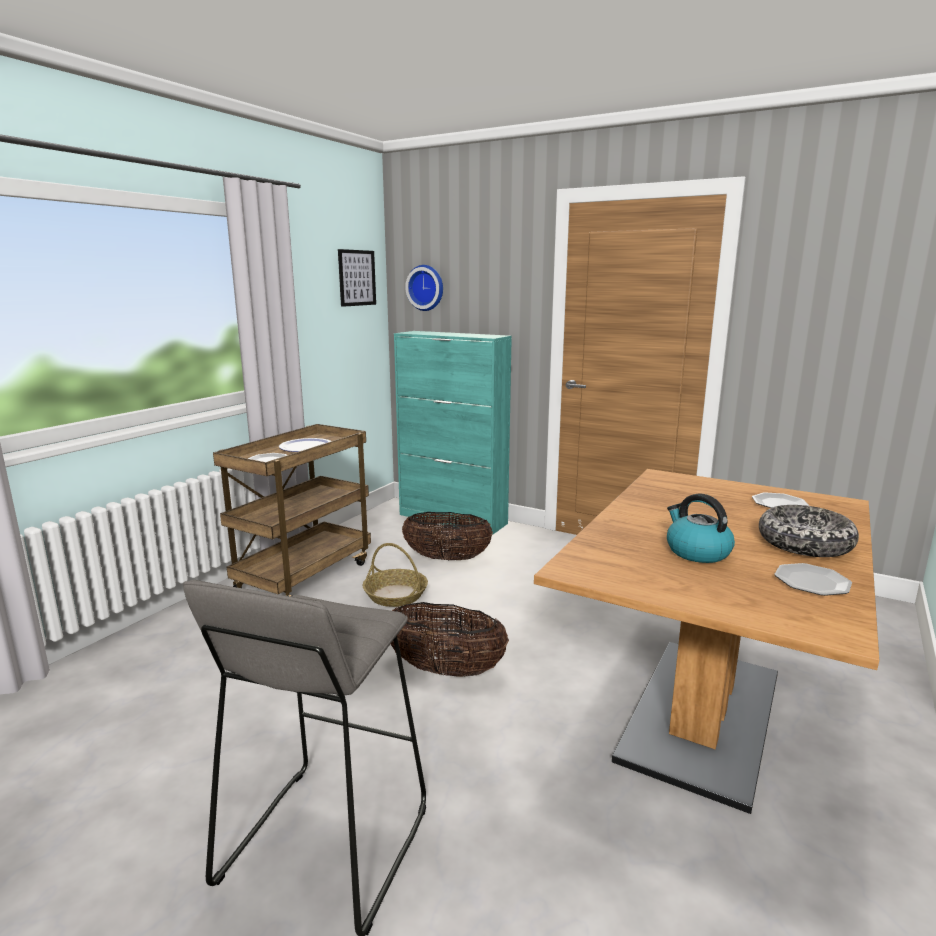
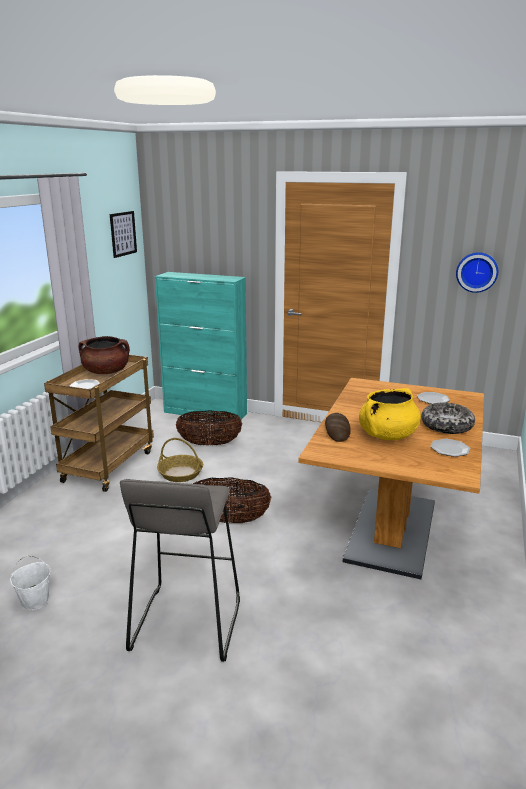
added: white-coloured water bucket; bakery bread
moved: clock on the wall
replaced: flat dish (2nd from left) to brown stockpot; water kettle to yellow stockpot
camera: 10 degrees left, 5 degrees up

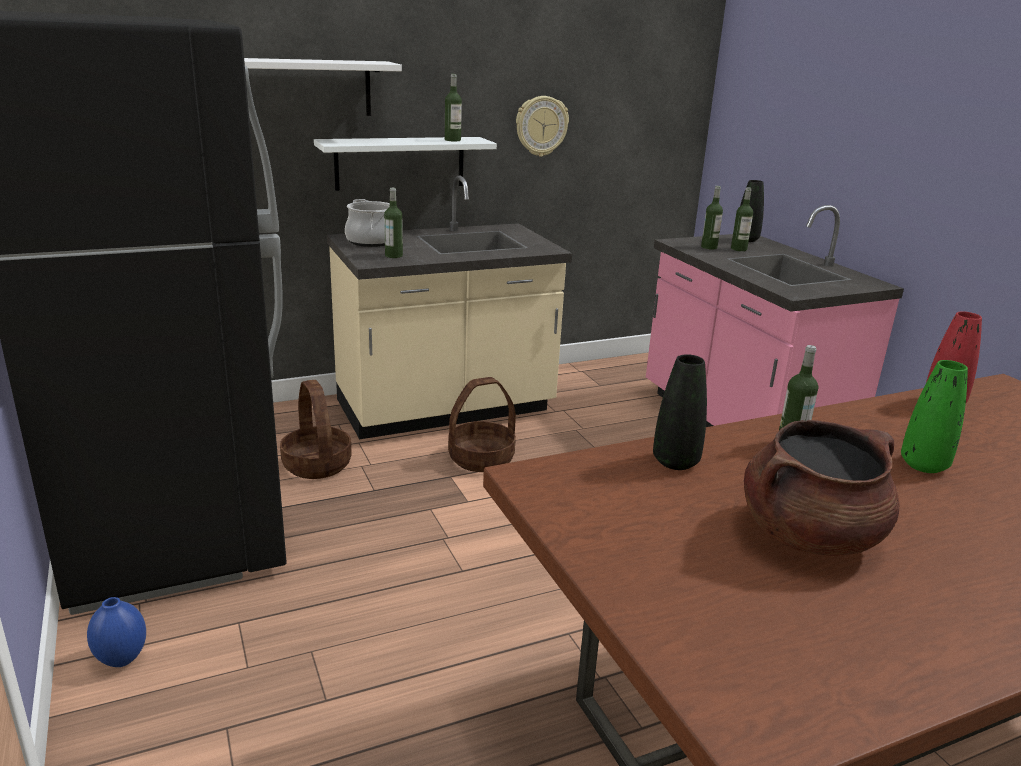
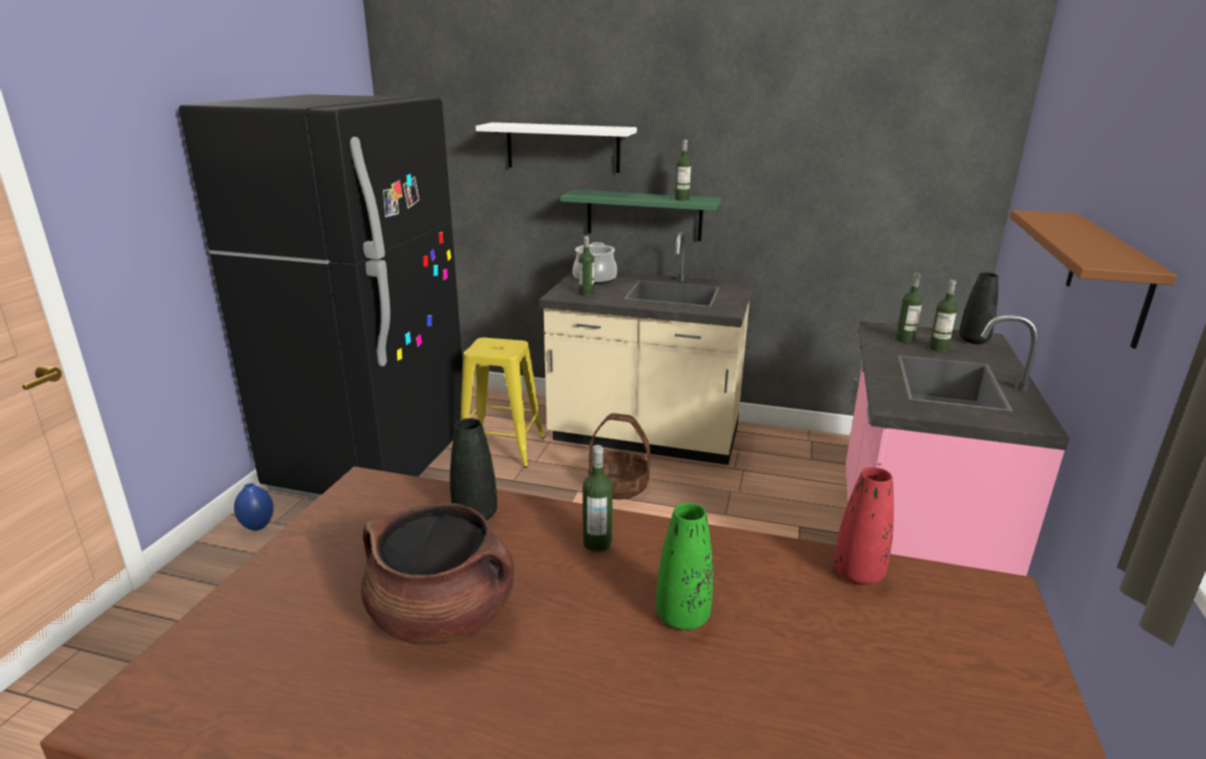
removed: clock on the wall
added: brown shelf
replaced: basket (1st from left) to yellow sitting stool
recoloured: white-coloured shelf (2nd from left) to green shelf
camera: 40 degrees right, 0 degrees up

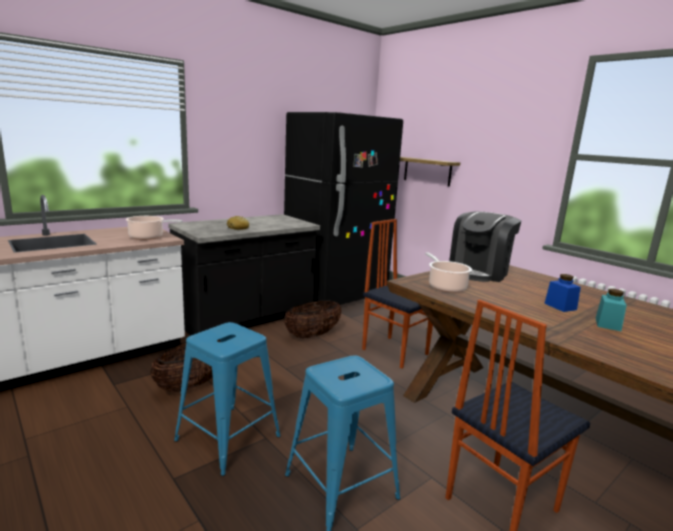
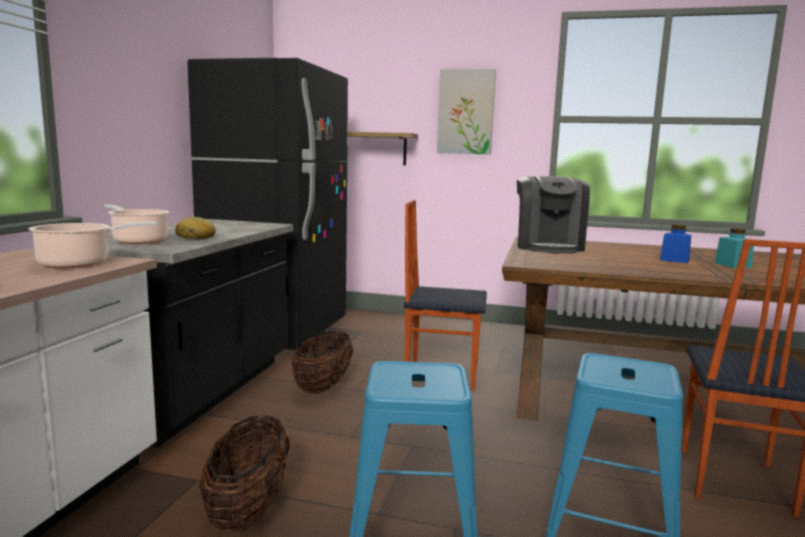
added: wall picture
moved: stockpot (2nd from left)
camera: 35 degrees left, 5 degrees down

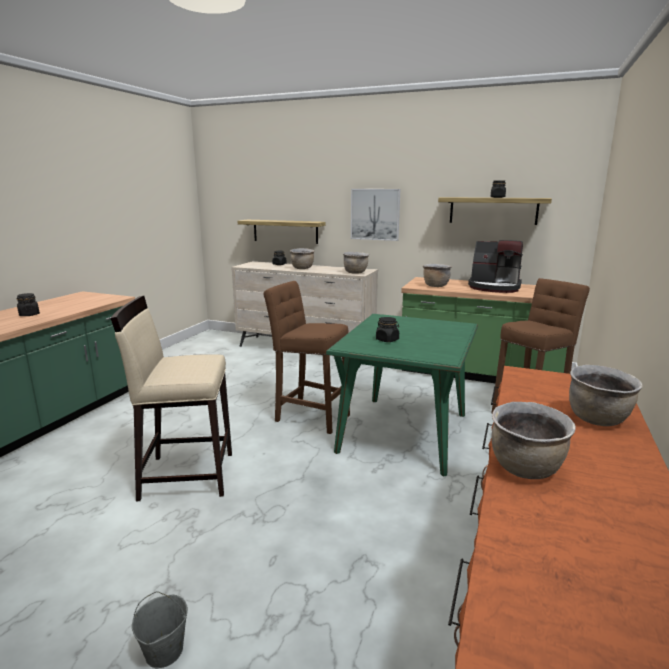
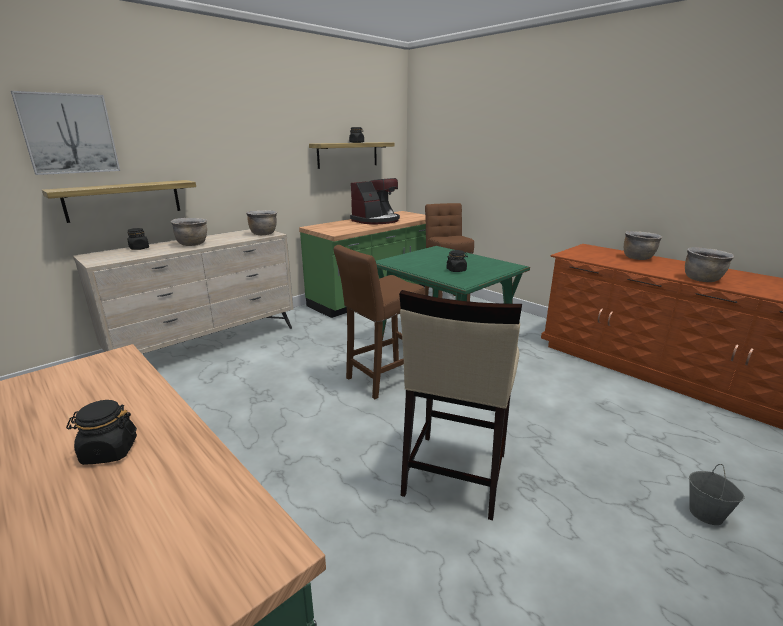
removed: brown stockpot (3rd from left)
moved: wall picture
camera: 65 degrees left, 5 degrees up

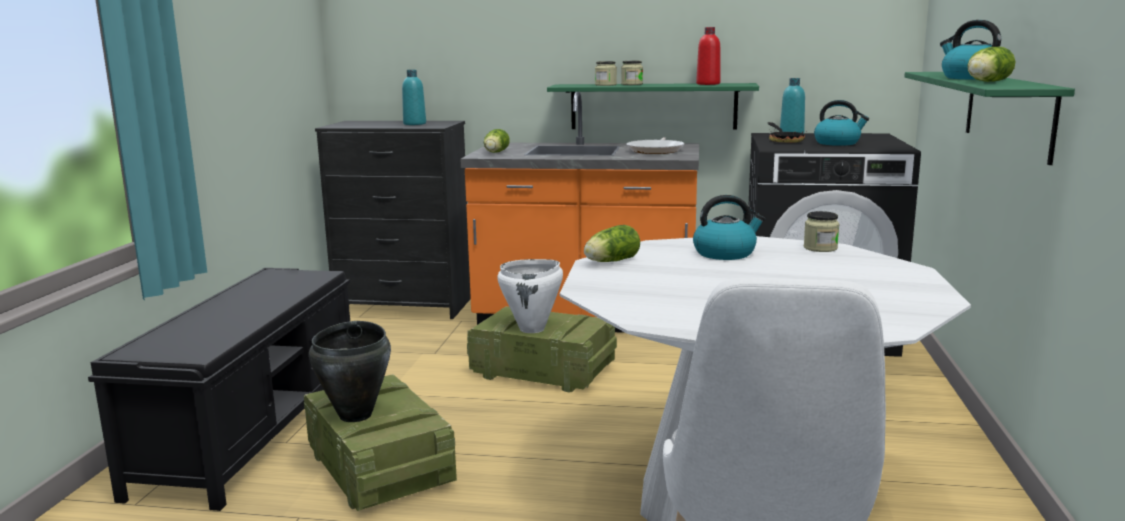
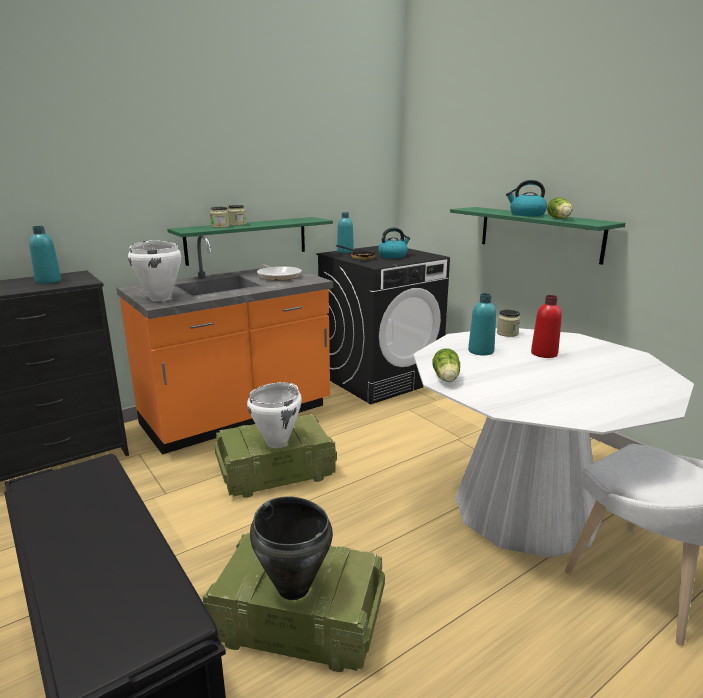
moved: reddish bottle
replaced: lettuce head (1st from left) to white-coloured stockpot (1st from left); water kettle (1st from left) to blue-green bottle (3rd from left)
camera: 45 degrees left, 5 degrees up

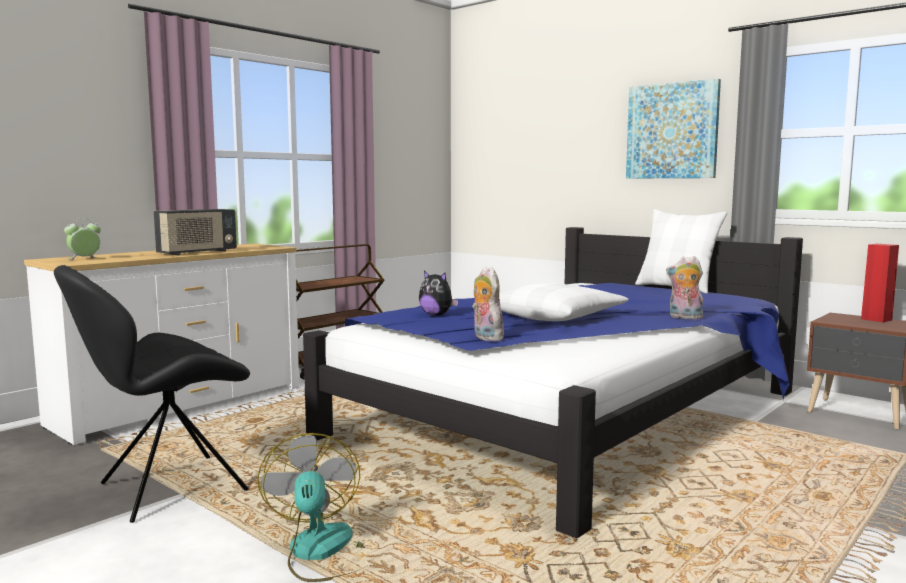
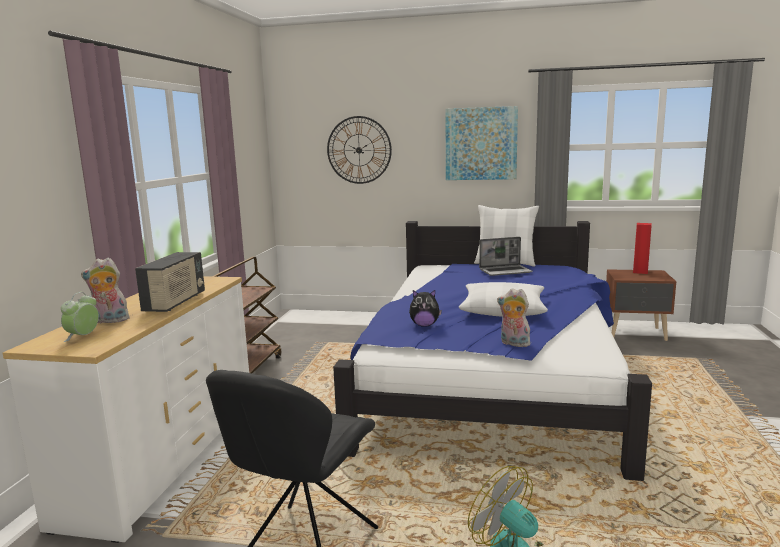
added: clock on the wall; notebook computer
moved: soft toy (3rd from left in the first image) to soft toy (1st from left)
camera: 30 degrees left, 5 degrees up

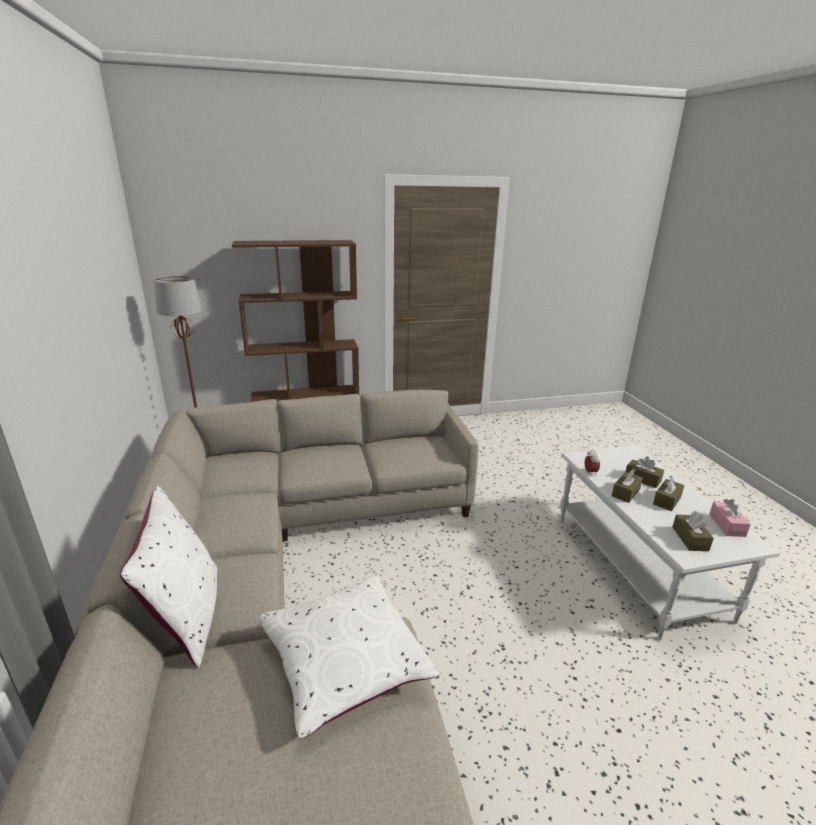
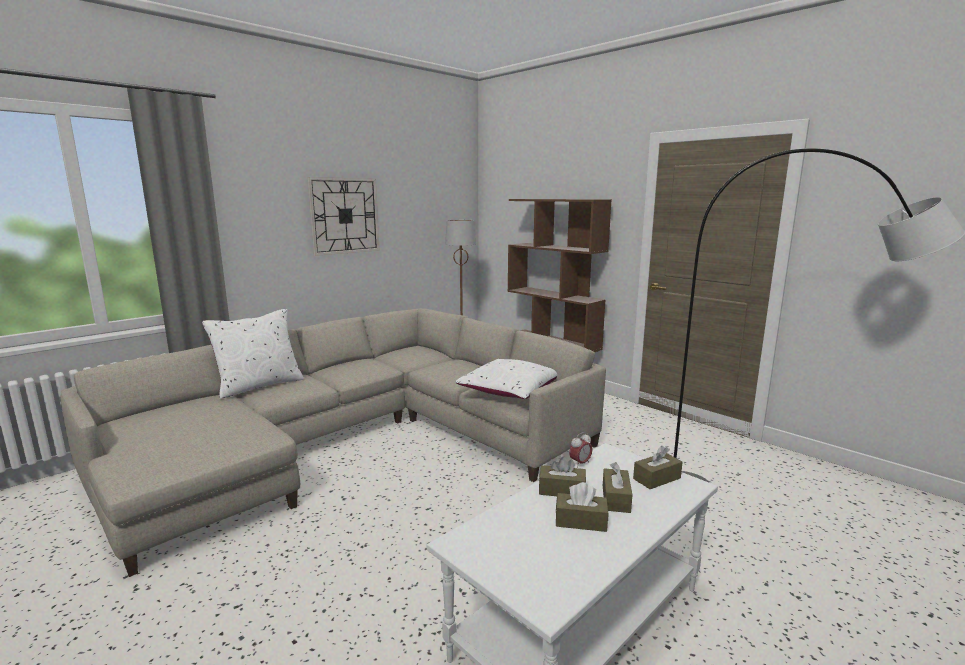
removed: pink-coloured tissue box
added: clock on the wall; grey standing lamp
moved: white-coloured cushion (2nd from left); brown tissue box (4th from left)
camera: 60 degrees right, 10 degrees down

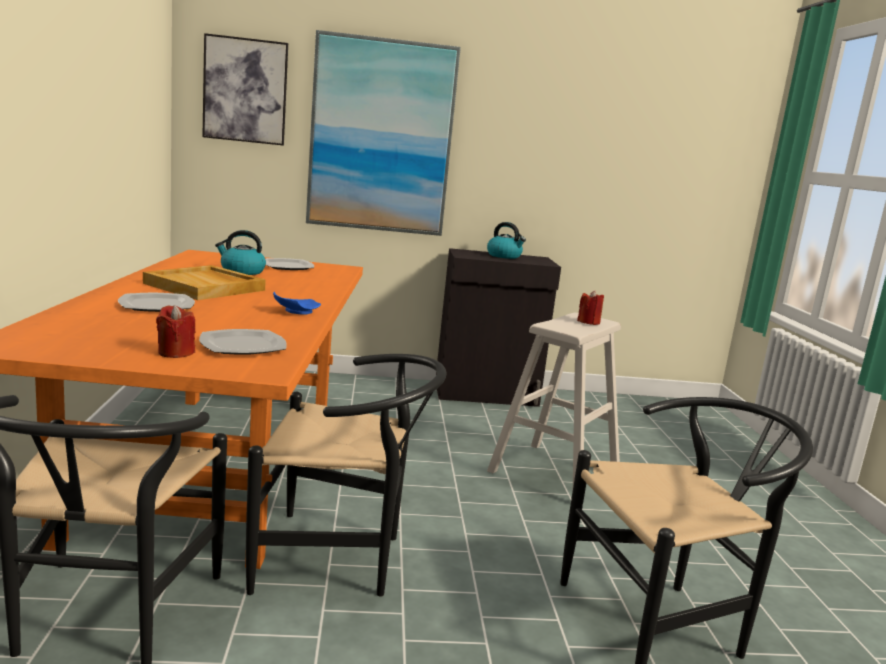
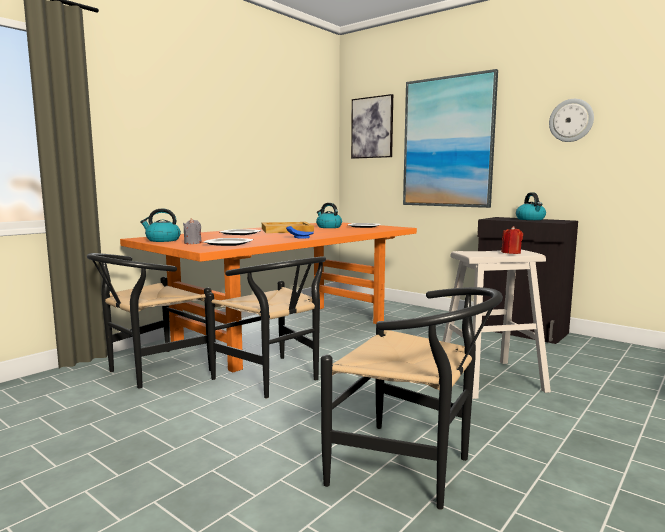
added: water kettle (1st from left); clock on the wall
recoloured: reddish candle (1st from left) to grey candle
camera: 45 degrees right, 5 degrees down

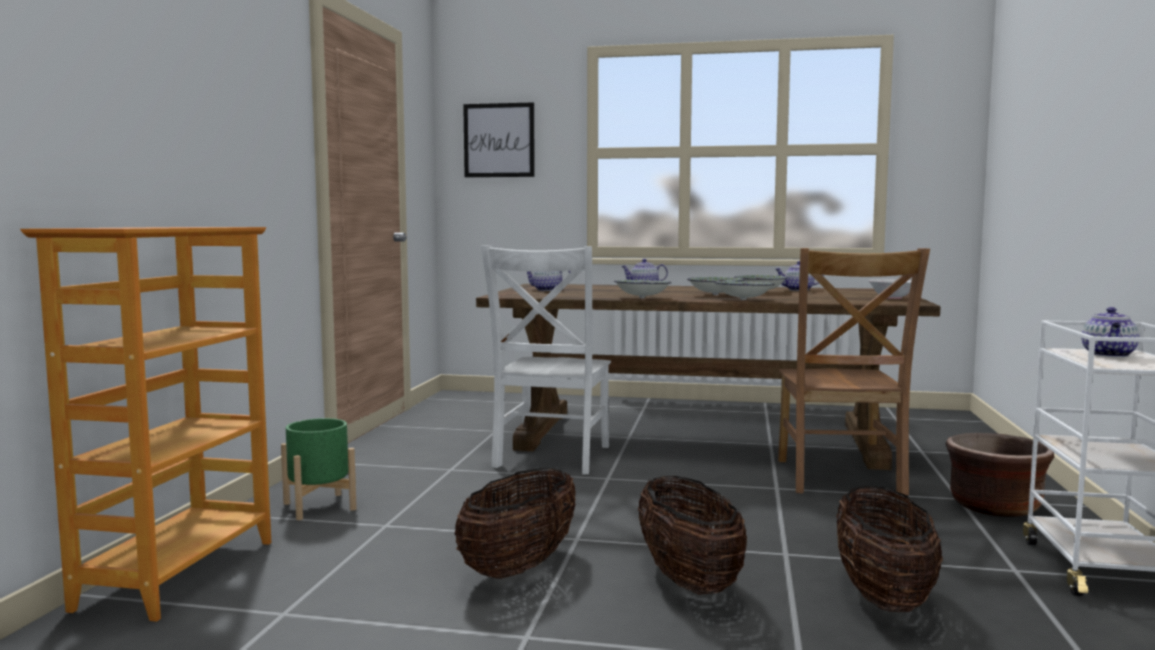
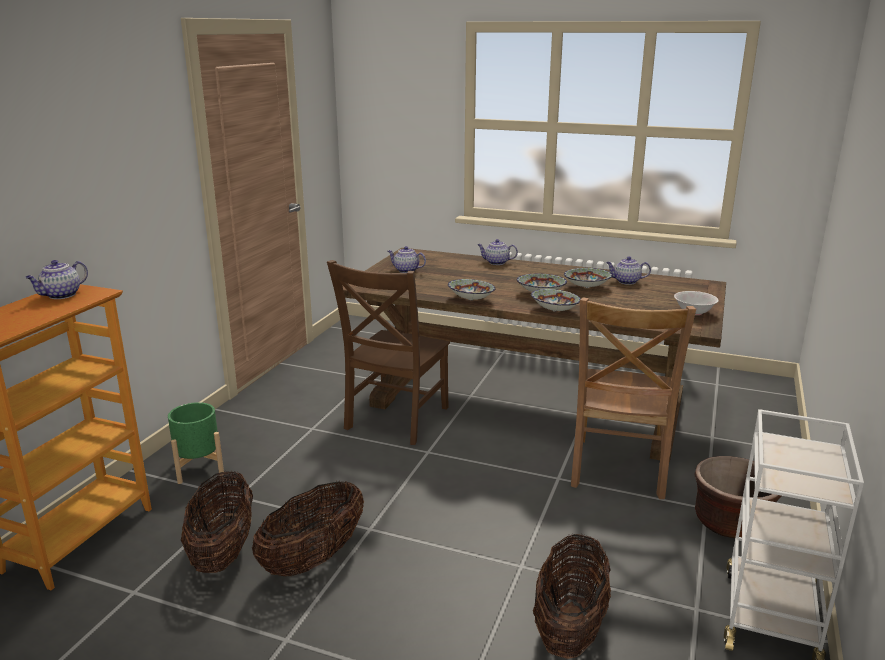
removed: wall picture
moved: pot for tea (4th from left in the first image) to pot for tea (1st from left); basket (2nd from left in the first image) to basket (1st from left)
recoloured: white-coloured chair to brown chair (1st from left)
camera: 10 degrees right, 15 degrees up

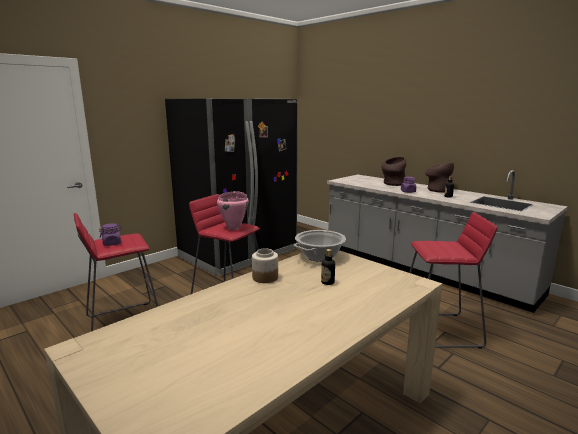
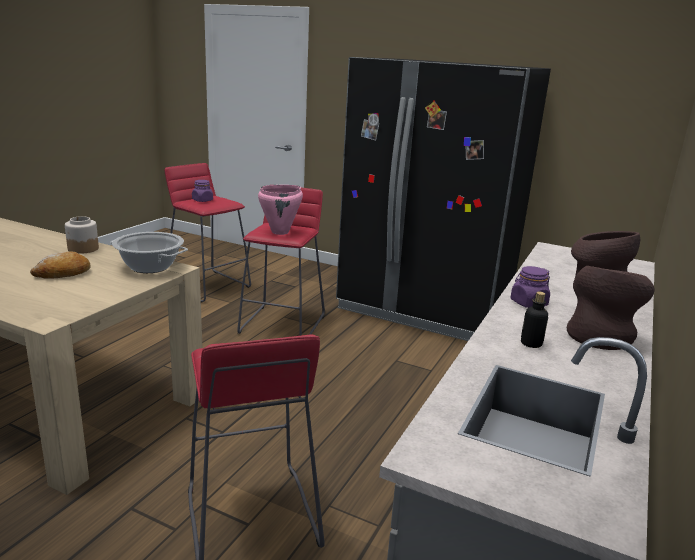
replaced: bottle (1st from left) to bakery bread
camera: 70 degrees right, 5 degrees up

